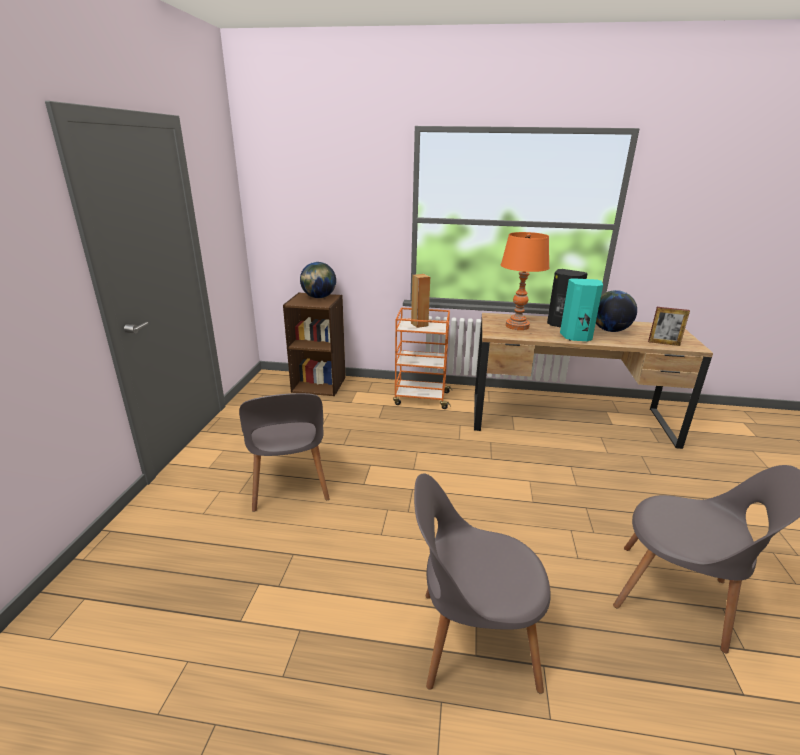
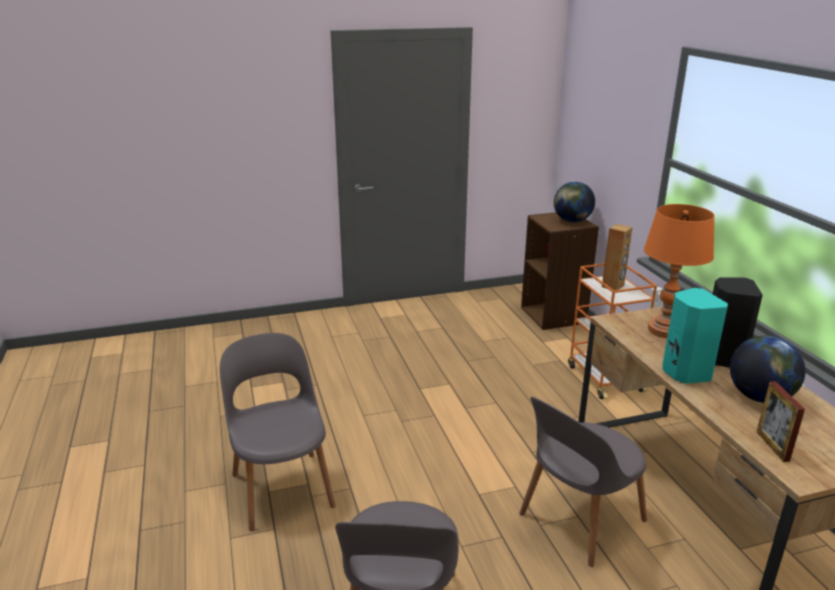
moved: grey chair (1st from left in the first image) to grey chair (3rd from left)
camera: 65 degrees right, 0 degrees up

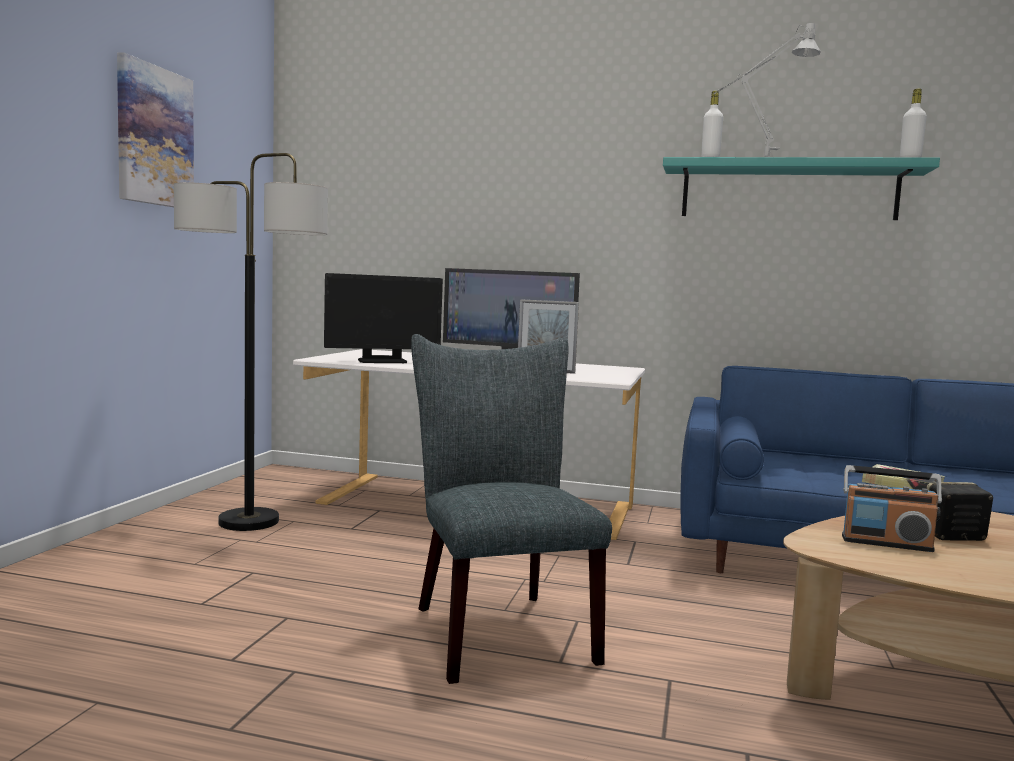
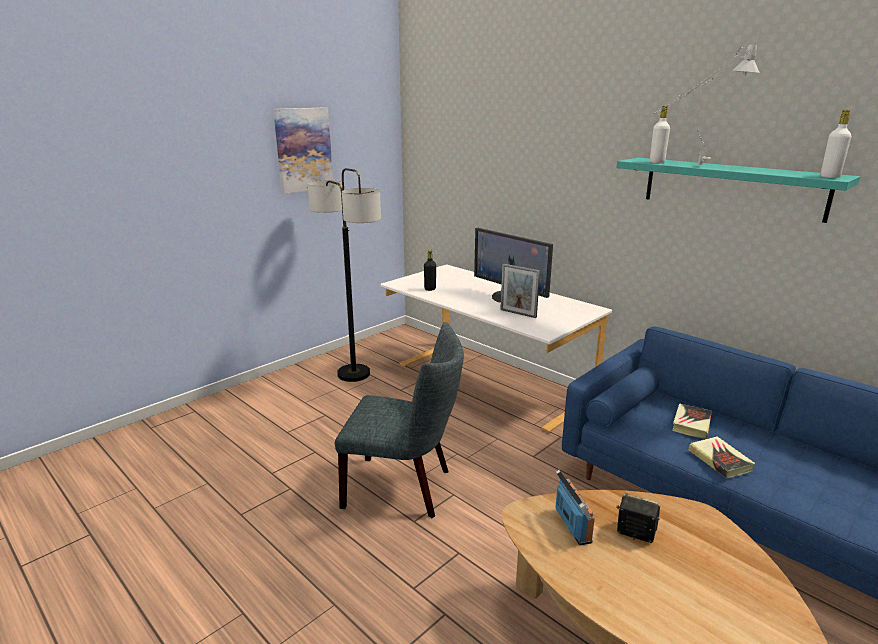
added: book (1st from left)
replaced: computer display (1st from left) to blackish bottle
turned: grey chair 90 degrees clockwise; radio set 150 degrees counterclockwise
camera: 30 degrees right, 15 degrees up

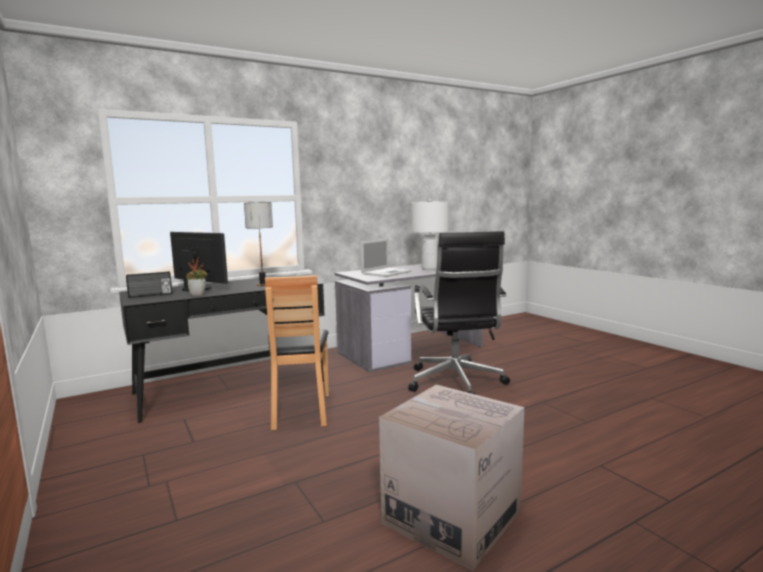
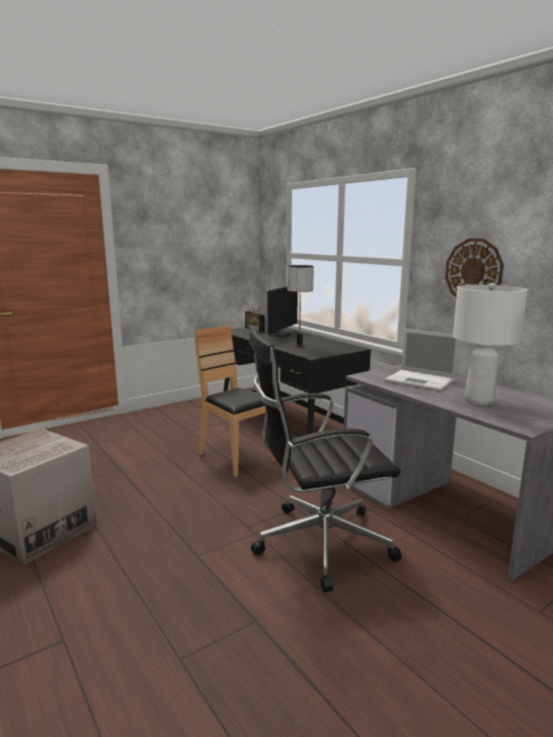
added: clock on the wall
turned: brown chair 60 degrees clockwise
camera: 85 degrees right, 5 degrees up

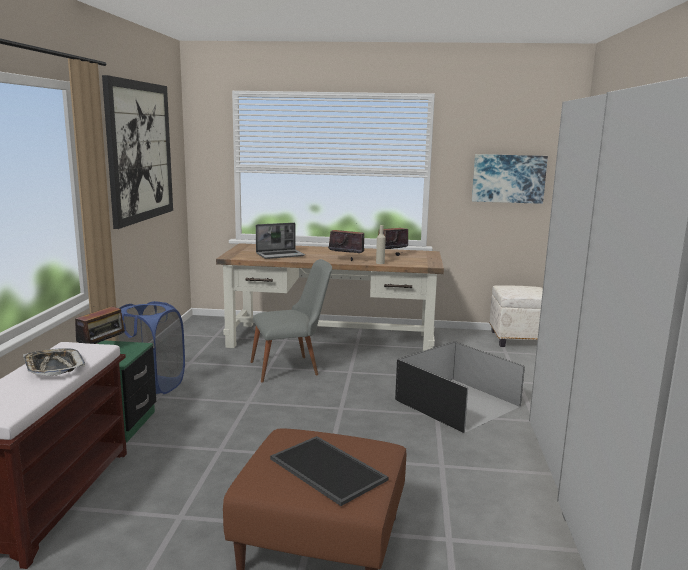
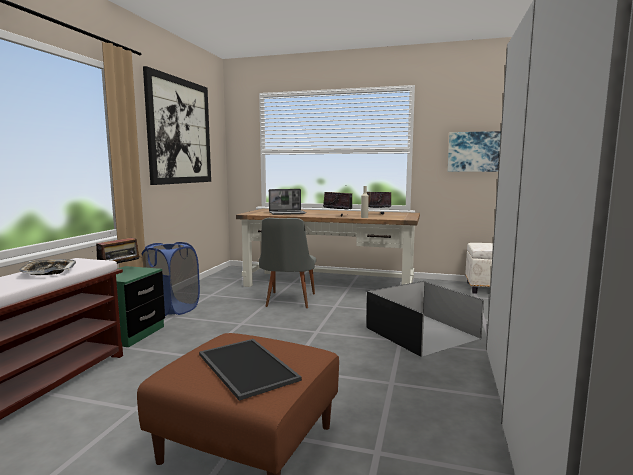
turned: grey chair 105 degrees clockwise
camera: 10 degrees right, 5 degrees down

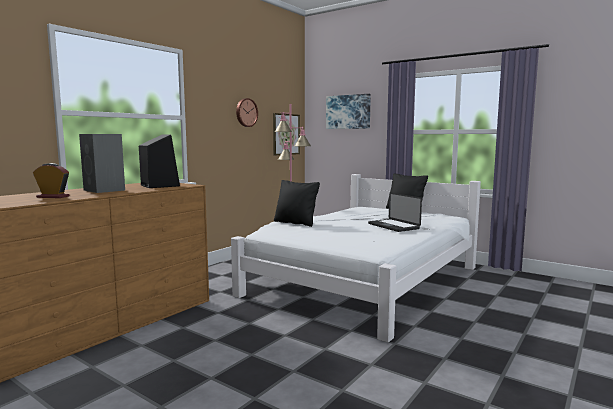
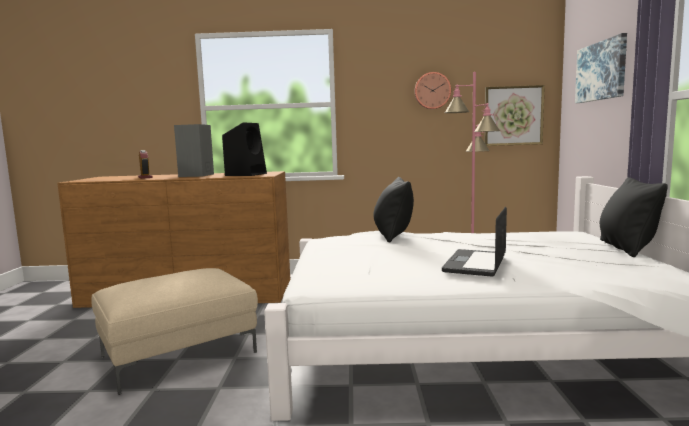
added: beige footrest
camera: 55 degrees right, 0 degrees up

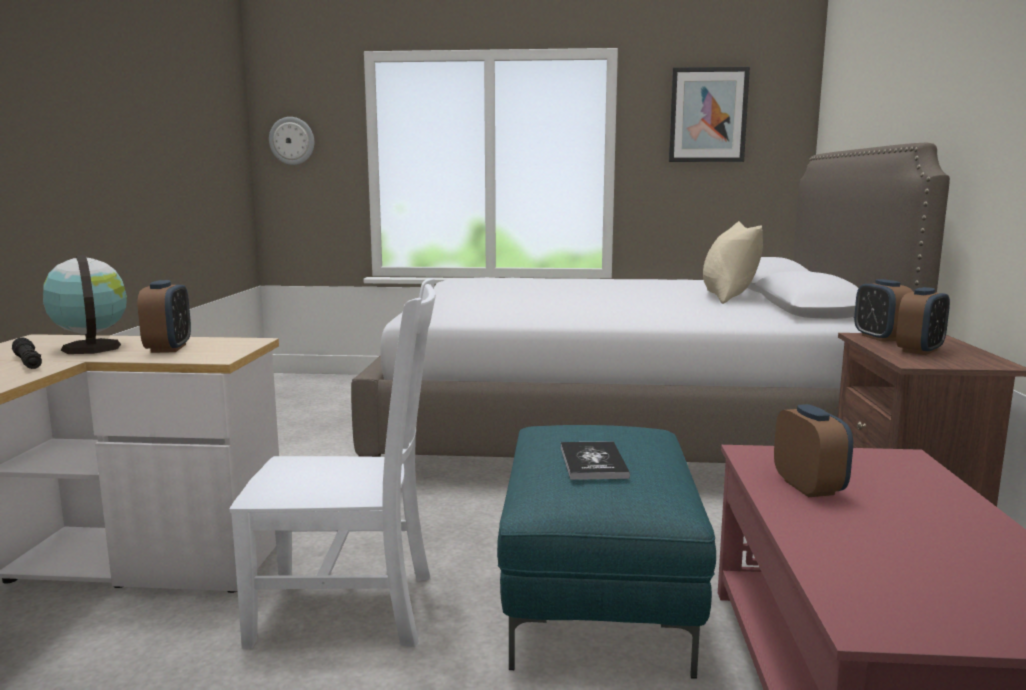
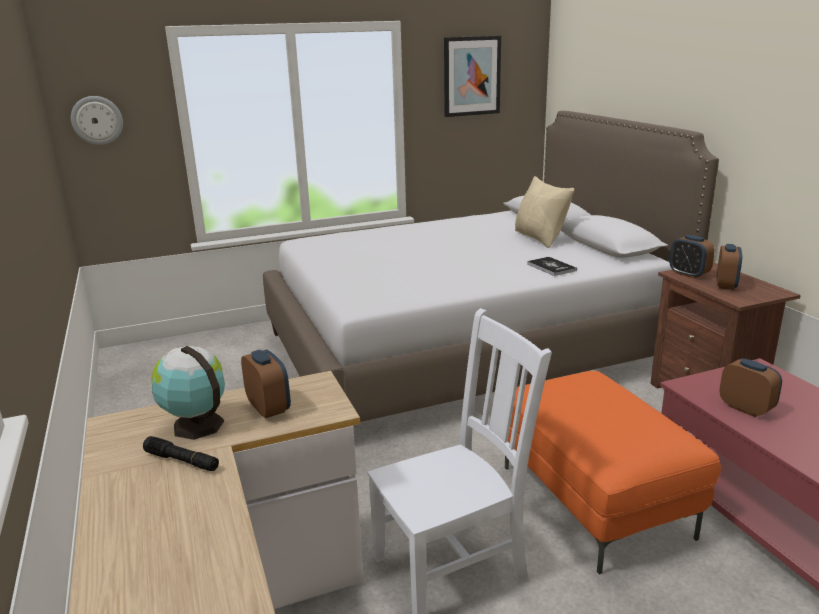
moved: book
recoloured: blue-green footrest to orangey footrest
camera: 25 degrees left, 10 degrees up

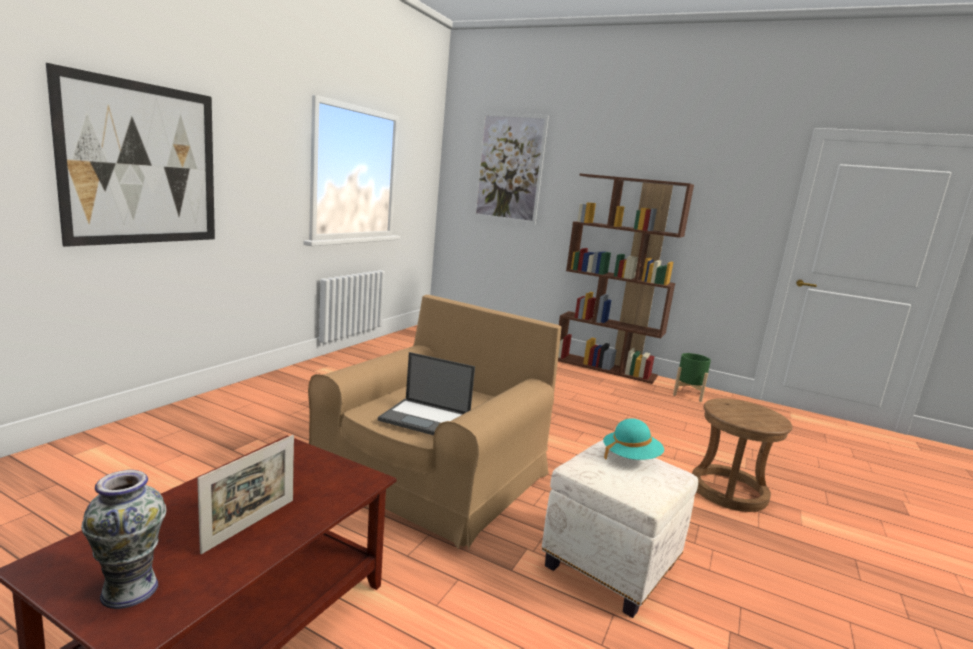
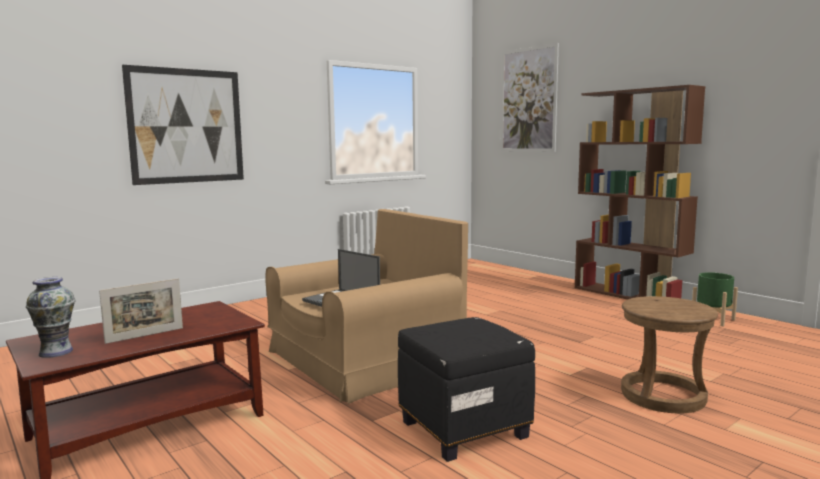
removed: blue-green wearable hat
recoloured: white-coloured footrest to blackish footrest
camera: 25 degrees right, 5 degrees down

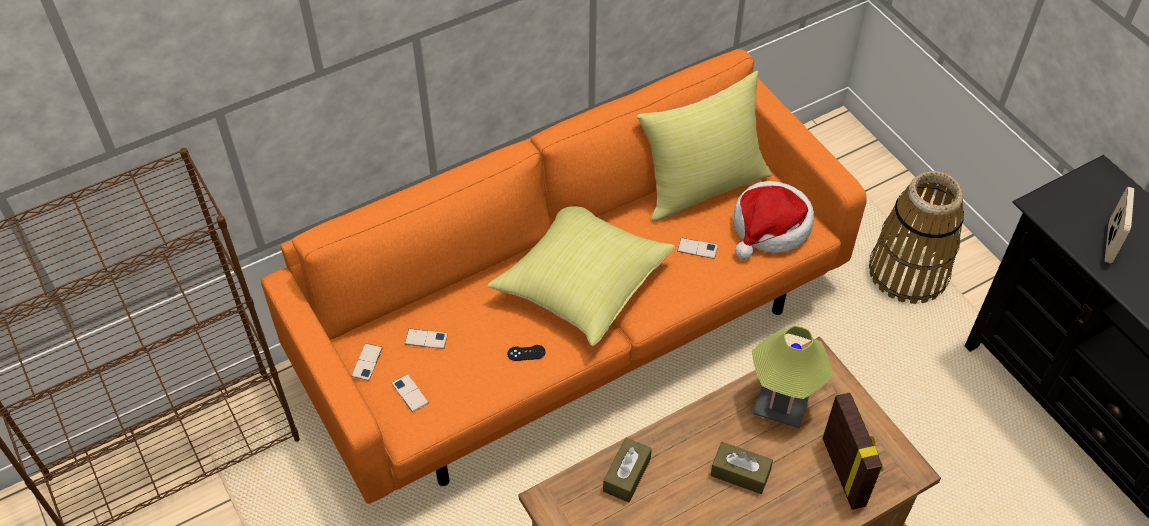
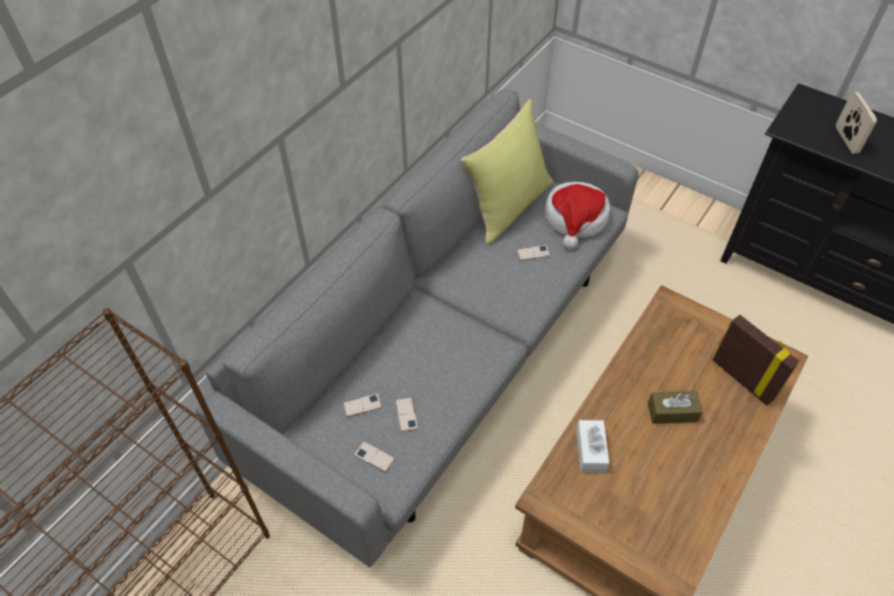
removed: yellow cushion (1st from left); blackish game controller; table lamp; basket
moved: handset (1st from left in the first image) to handset (3rd from left)
recoloured: orangey settee to grey settee; brown tissue box (1st from left) to white-coloured tissue box
camera: 25 degrees left, 0 degrees up

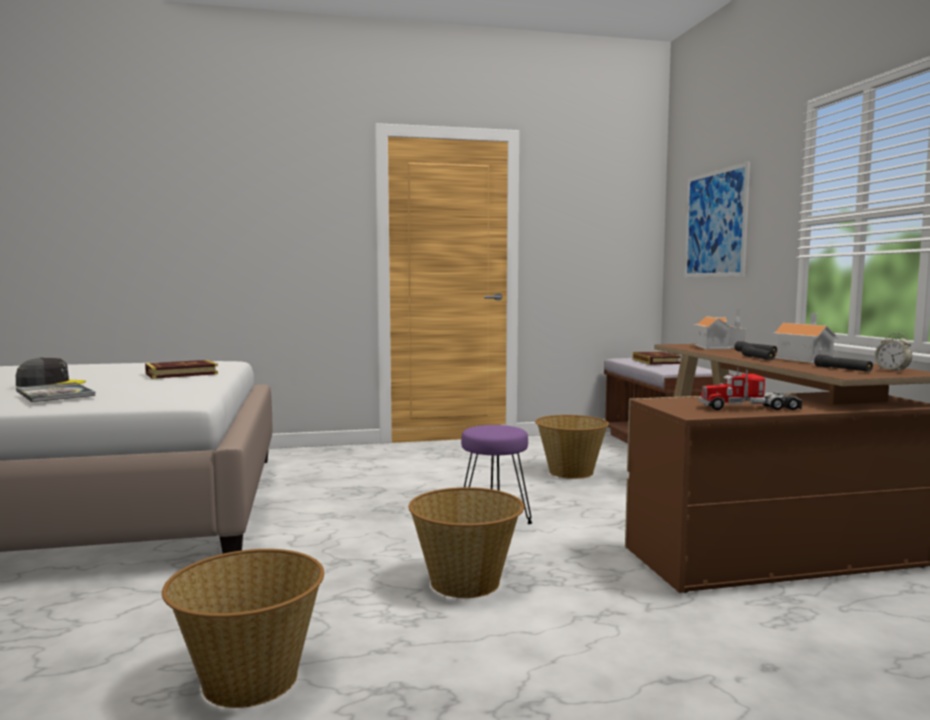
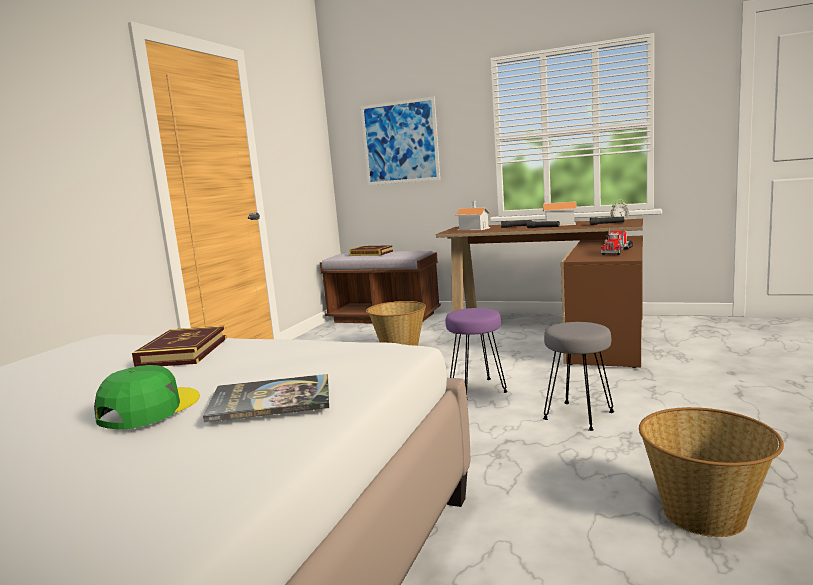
replaced: basket (2nd from left) to grey sitting stool
recoloured: grey peaked cap to green peaked cap
camera: 55 degrees left, 5 degrees up

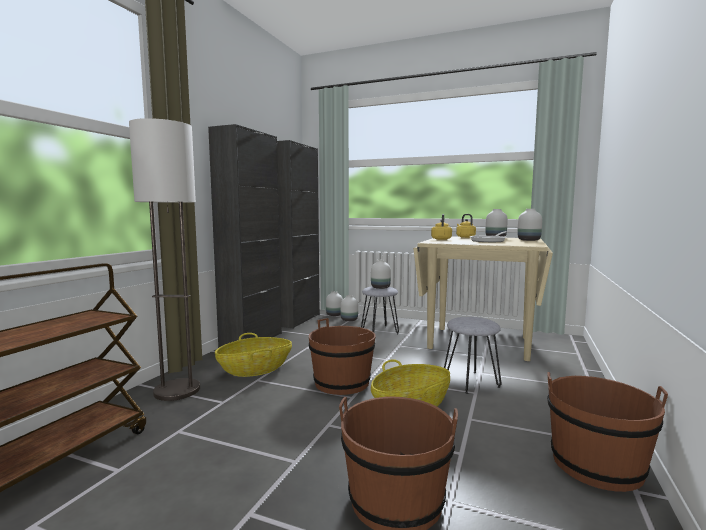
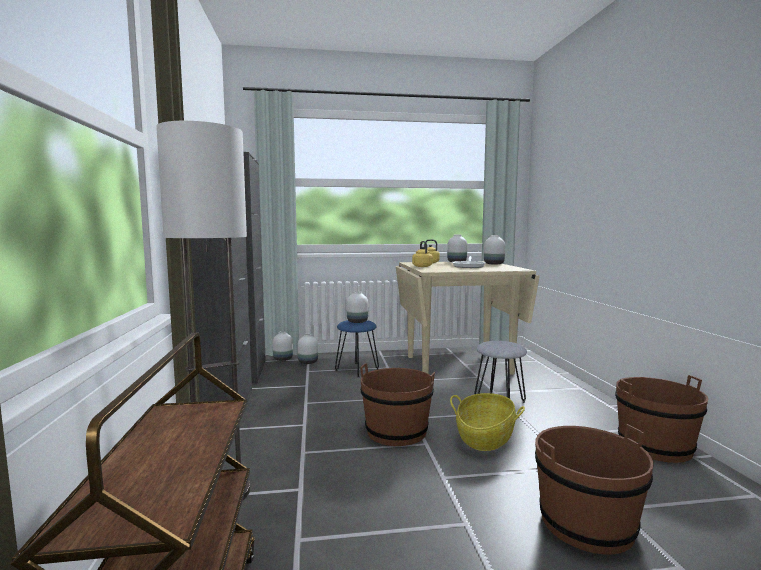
removed: basket (1st from left)
recoloured: grey sitting stool (1st from left) to blue-coloured sitting stool
camera: 30 degrees left, 0 degrees up

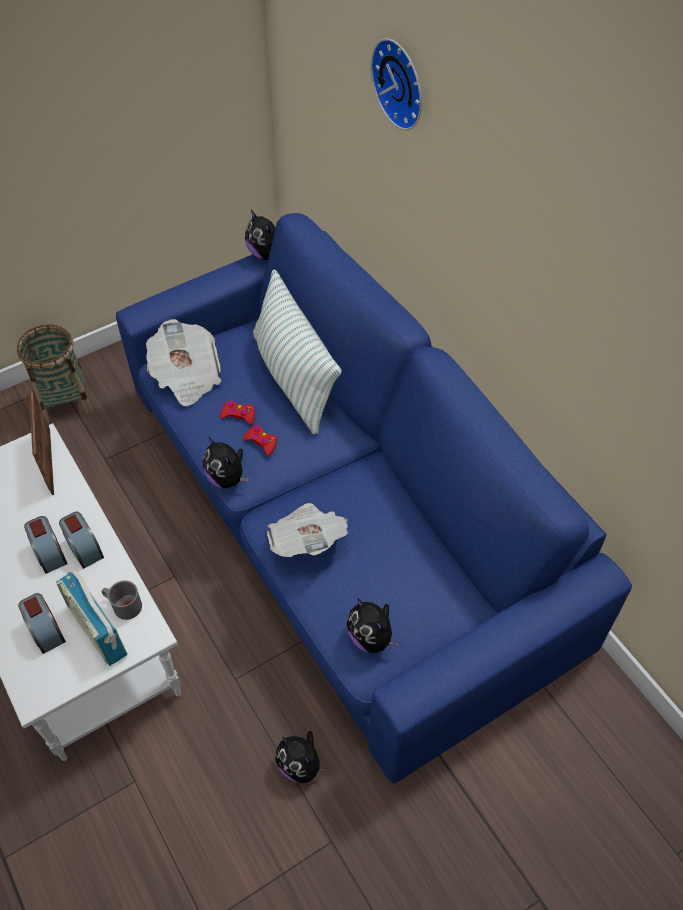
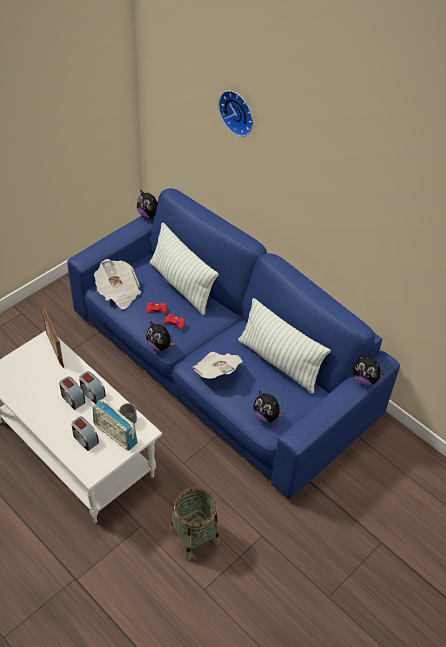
added: cushion (2nd from left)
moved: basket; soft toy (3rd from left in the first image) to soft toy (4th from left)
camera: 15 degrees left, 5 degrees down

